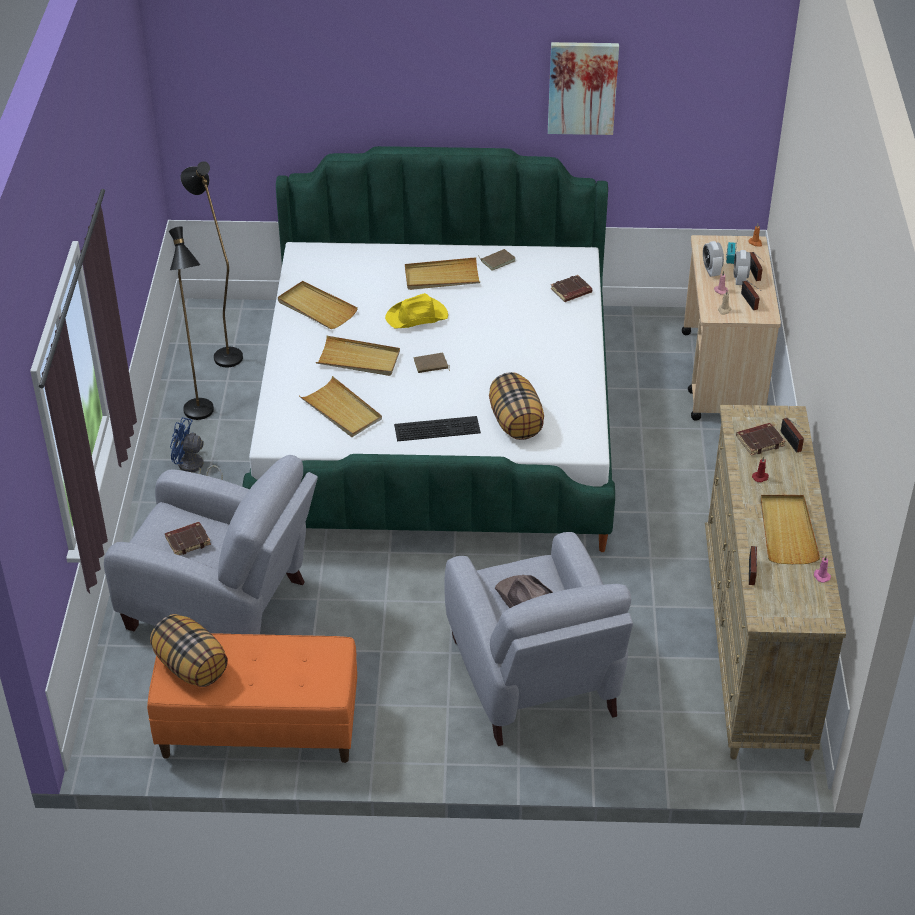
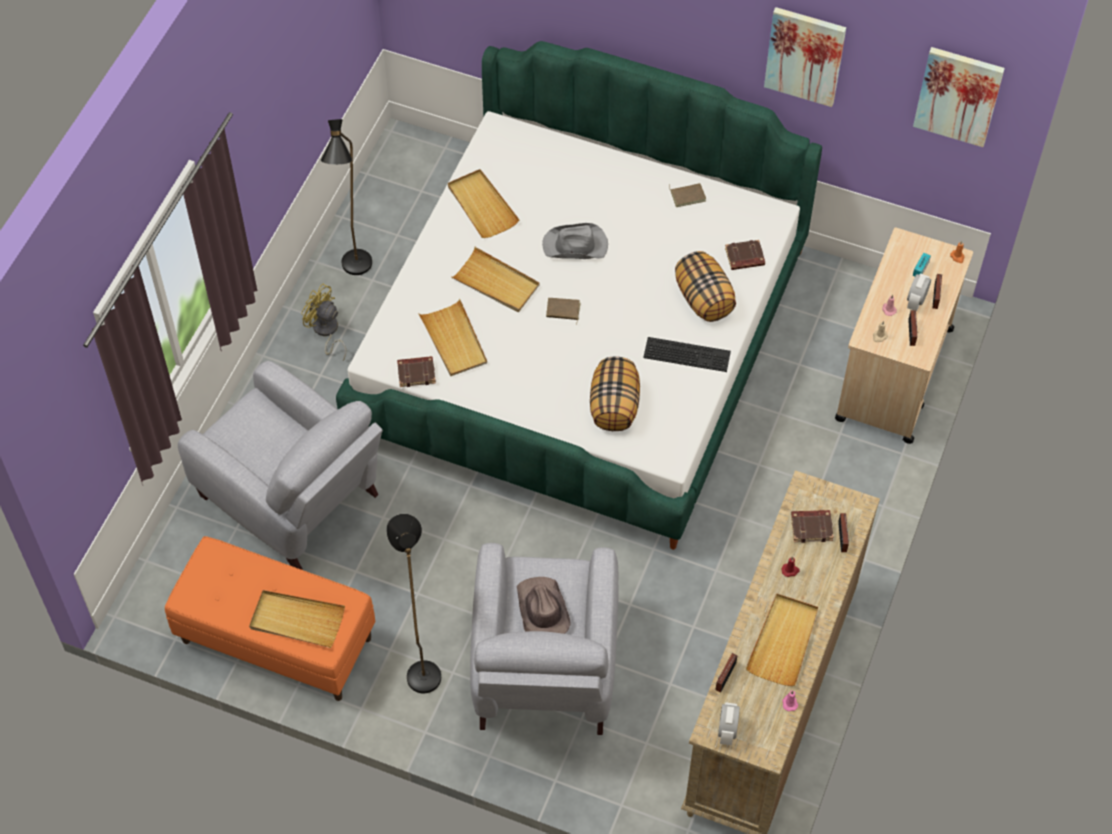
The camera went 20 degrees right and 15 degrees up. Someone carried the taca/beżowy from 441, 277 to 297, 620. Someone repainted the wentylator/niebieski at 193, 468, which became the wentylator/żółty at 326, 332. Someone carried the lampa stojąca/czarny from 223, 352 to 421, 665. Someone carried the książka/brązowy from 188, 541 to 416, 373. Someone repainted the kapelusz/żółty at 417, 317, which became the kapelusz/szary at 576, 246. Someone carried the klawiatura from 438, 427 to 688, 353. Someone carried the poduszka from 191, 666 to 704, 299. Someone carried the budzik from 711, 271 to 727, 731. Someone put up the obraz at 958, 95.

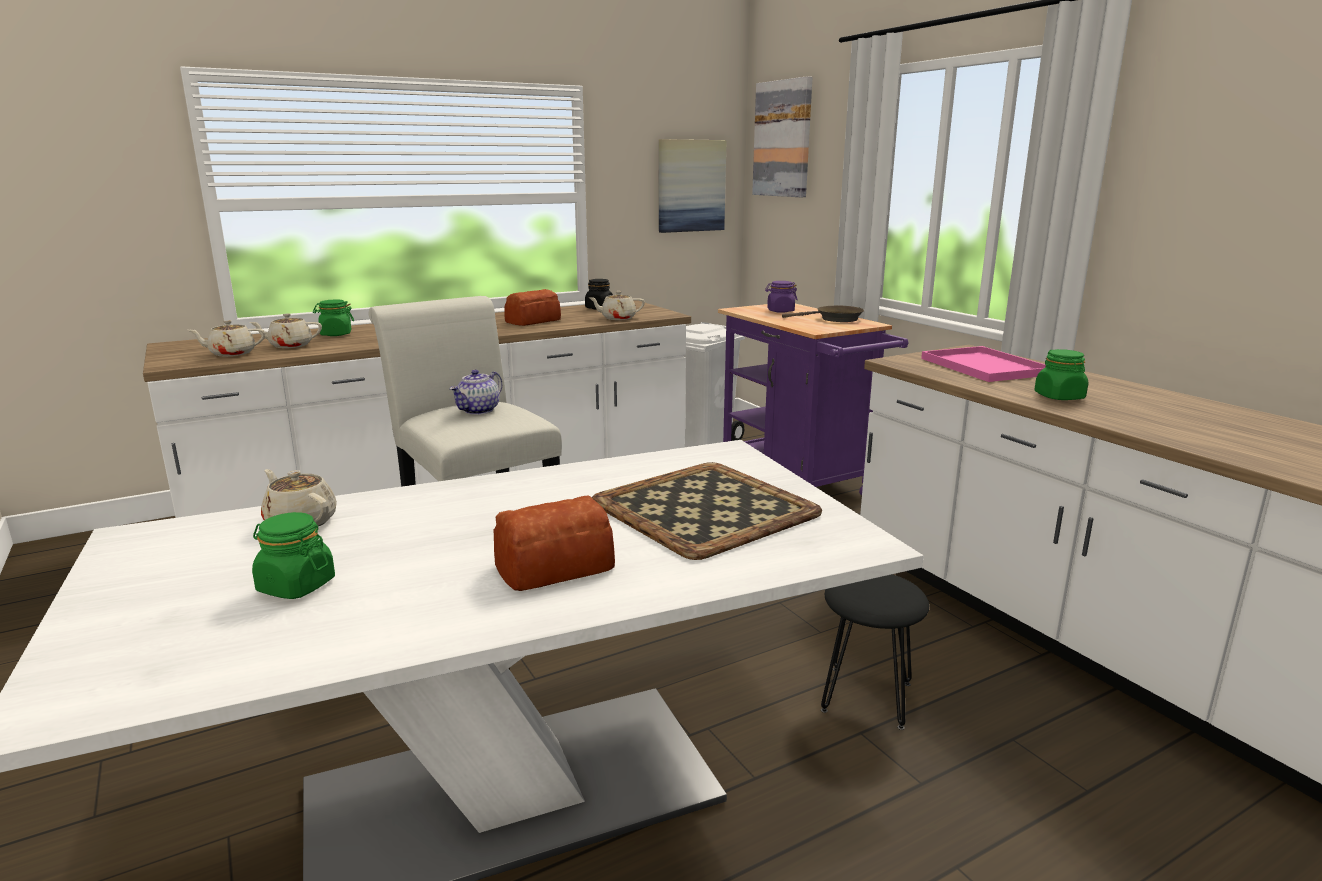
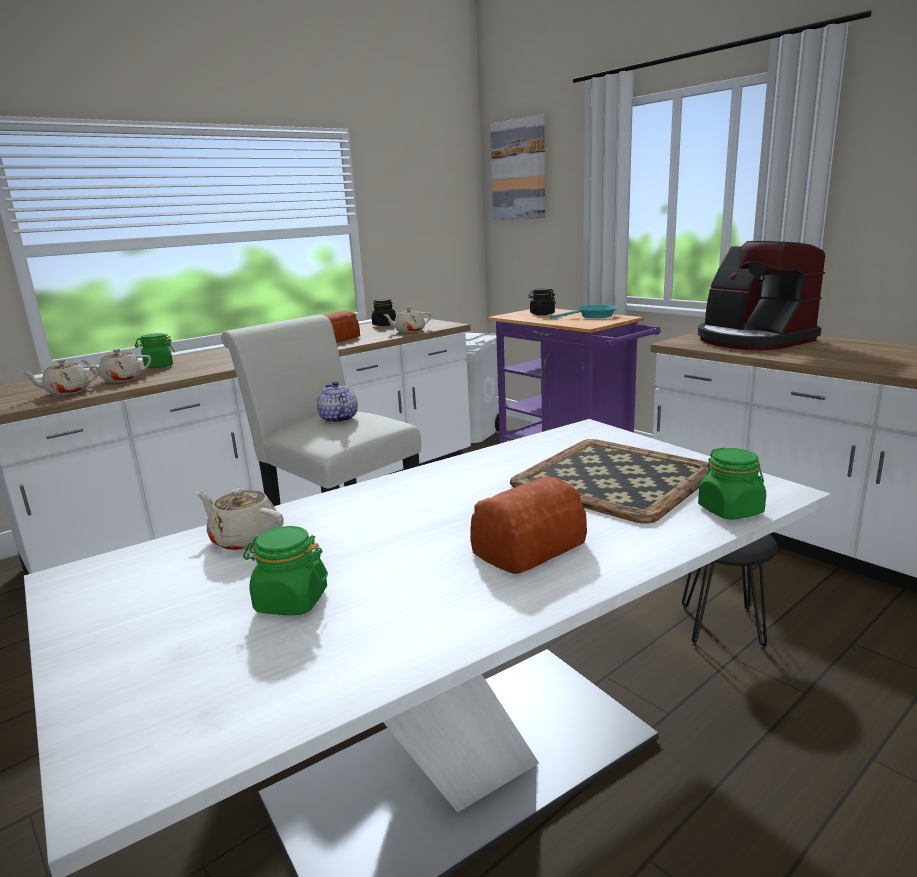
The camera went 10 degrees left and 0 degrees up. Someone rotated the imbryk at 478, 410 by 135 degrees clockwise. Someone repainted the słoik/fioletowy at 780, 311, which became the słoik/czarny at 542, 314. Someone repainted the patelnia/brązowy at 835, 319, which became the patelnia/turkusowy at 593, 316. Someone swapped the taca/różowy at 987, 367 for the ekspres do kawy at 752, 340. Someone carried the słoik/zielony from 1059, 397 to 730, 510. Someone took away the obraz at 691, 186.

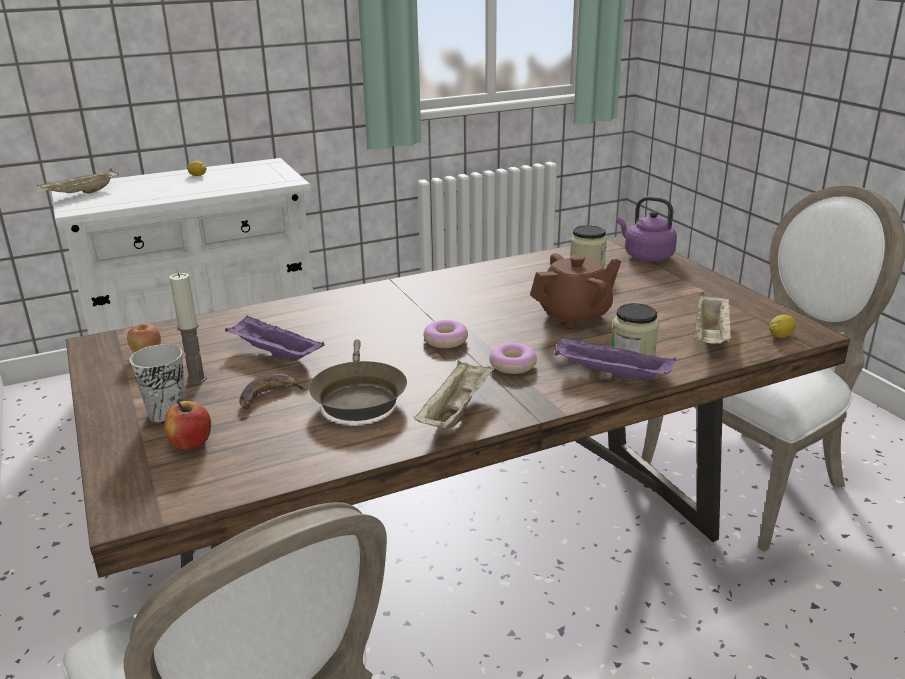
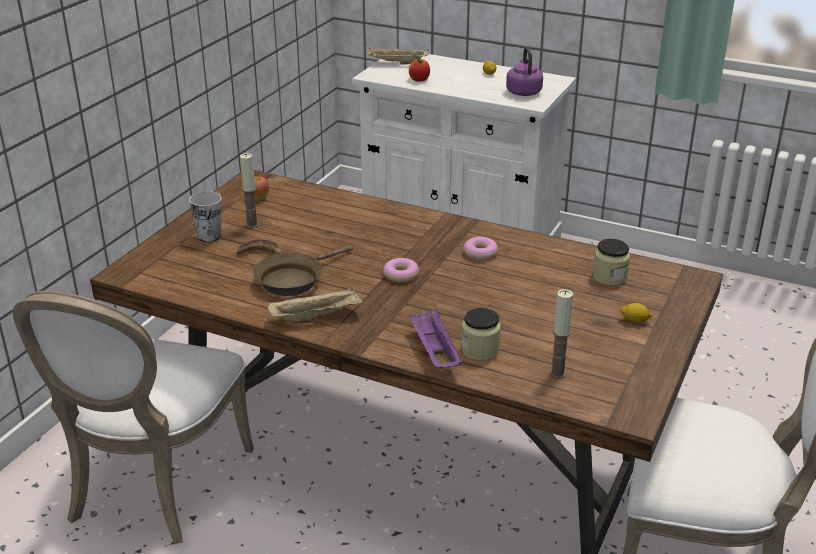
The camera went 50 degrees right and 5 degrees up. Someone carried the jabłko from 191, 443 to 419, 79. Someone carried the donut from 512, 365 to 480, 253. Someone carried the czajnik/fioletowy from 646, 256 to 523, 91. Someone swapped the taca/beżowy at 711, 336 for the świeca at 557, 373. Someone carried the cytryna from 780, 336 to 635, 320. Someone took away the taca/fioletowy at 273, 354. Someone took away the imbryk/brązowy at 575, 315.

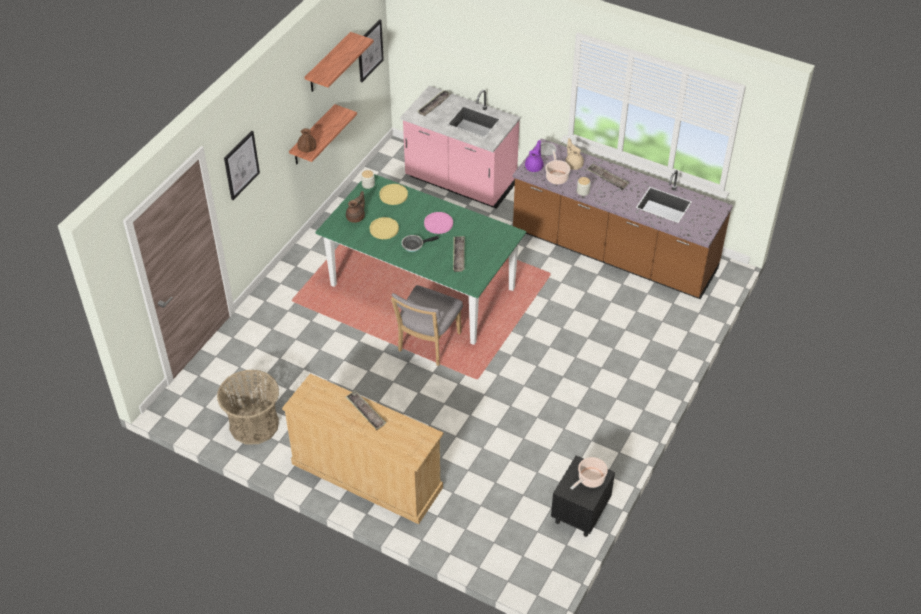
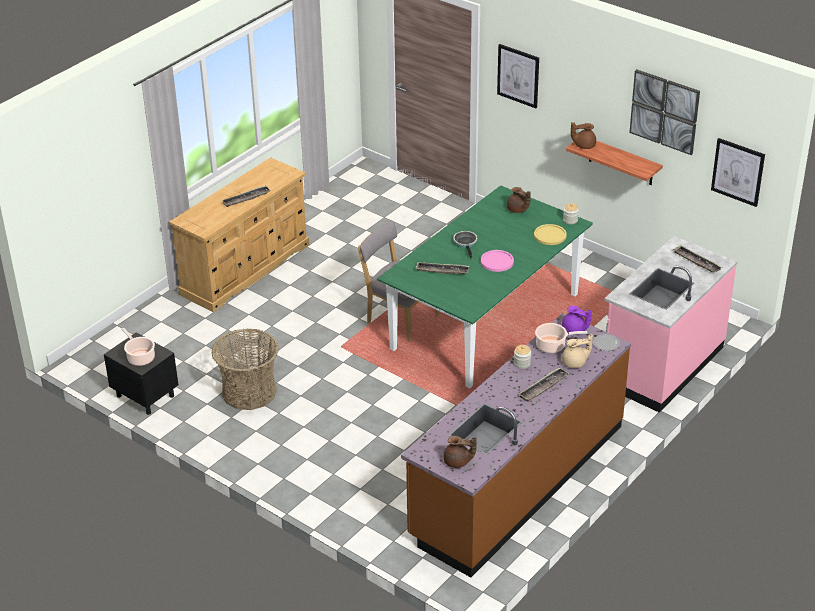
The camera went 100 degrees right and 10 degrees down. Someone carried the koszyk from 254, 424 to 249, 392. Someone put down the imbryk/brązowy at 458, 462. Someone swapped the półka at 328, 63 for the obraz at 664, 111. Someone took away the talerz/żółty at 384, 229.

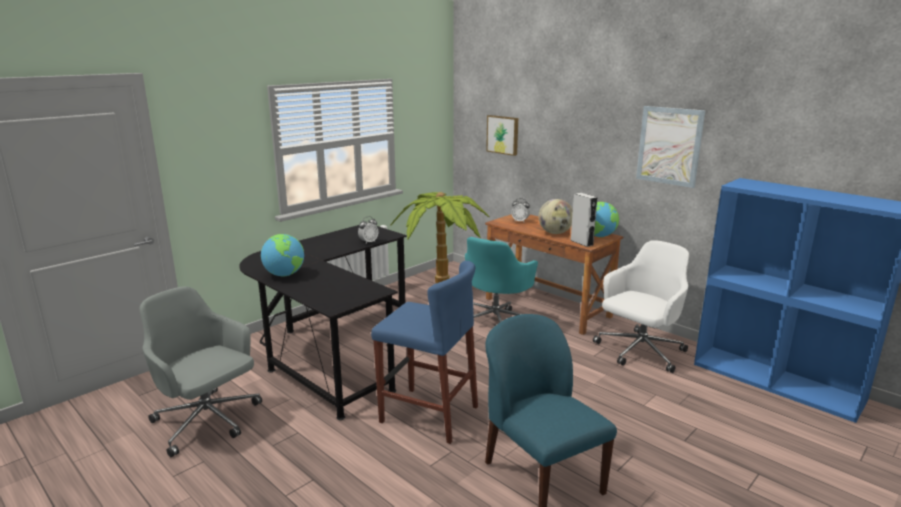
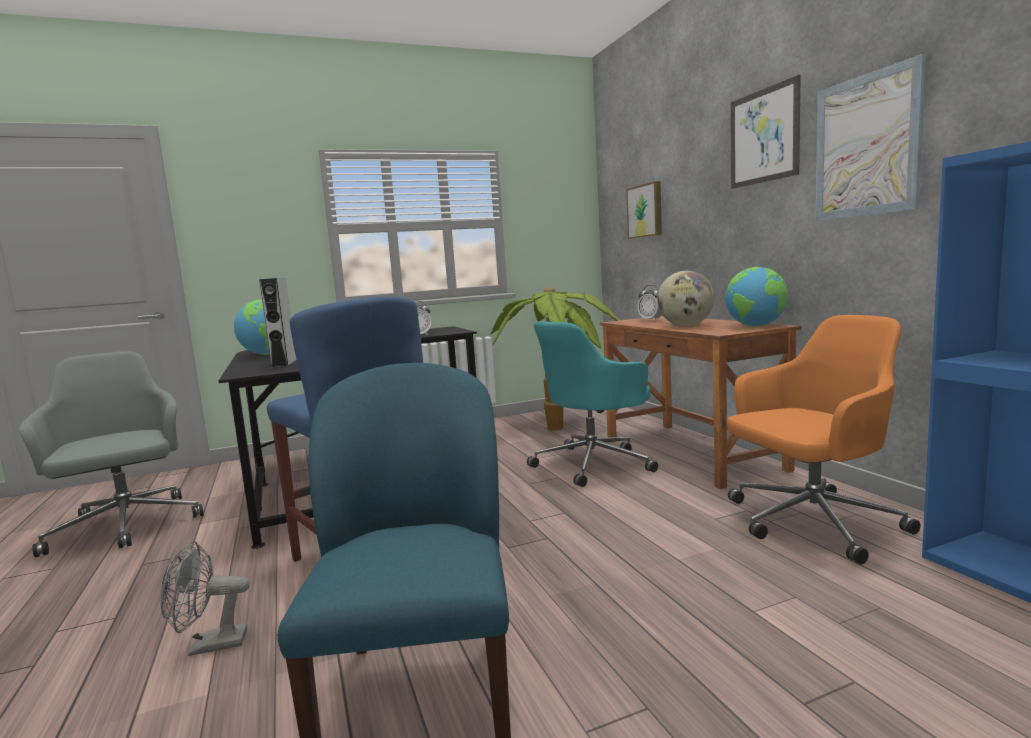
The camera went 25 degrees right and 10 degrees down. Someone put down the wentylator/szary at 209, 646. Someone carried the głośnik/szary from 581, 242 to 284, 363. Someone repainted the krzesło biurowe/biały at 639, 352, which became the krzesło biurowe/pomarańczowy at 810, 523. Someone put up the obraz at 763, 136.

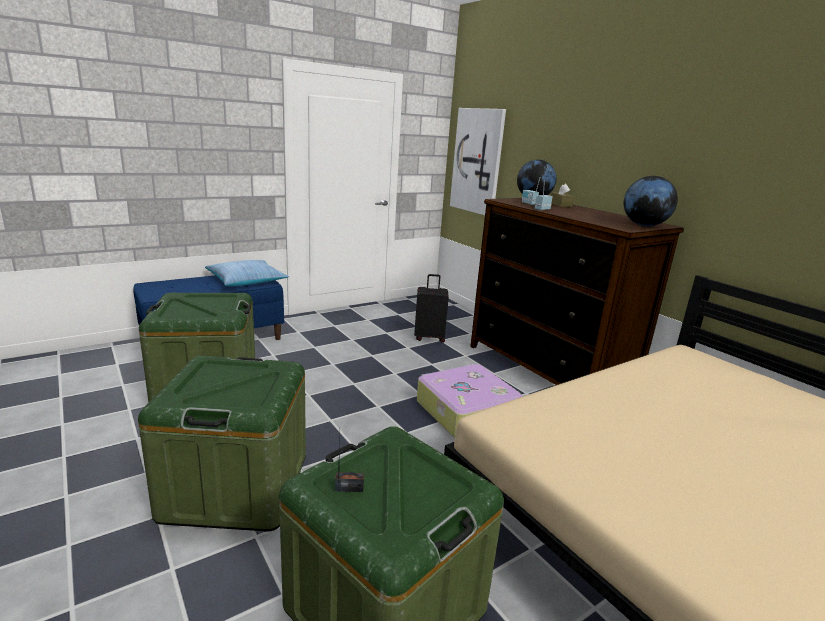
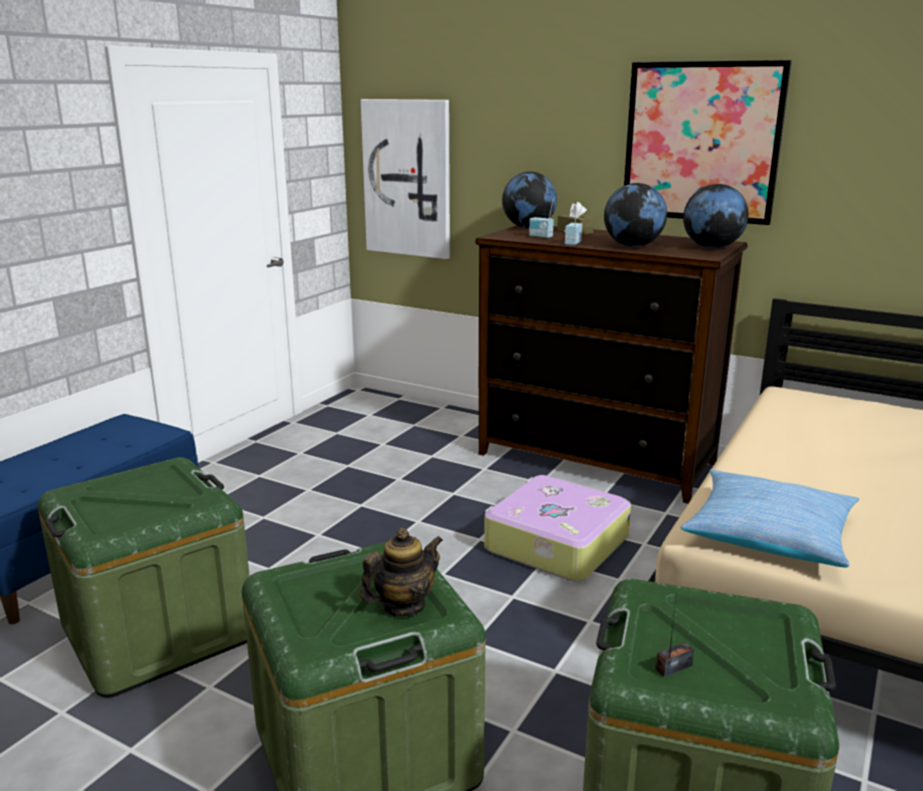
The camera went 25 degrees left and 0 degrees up. Someone put down the imbryk at 403, 605. Someone put down the globus at 633, 246. Someone put up the obraz at 701, 142. Someone carried the poduszka from 247, 281 to 769, 532. Someone took away the walizka/czarny at 429, 337.

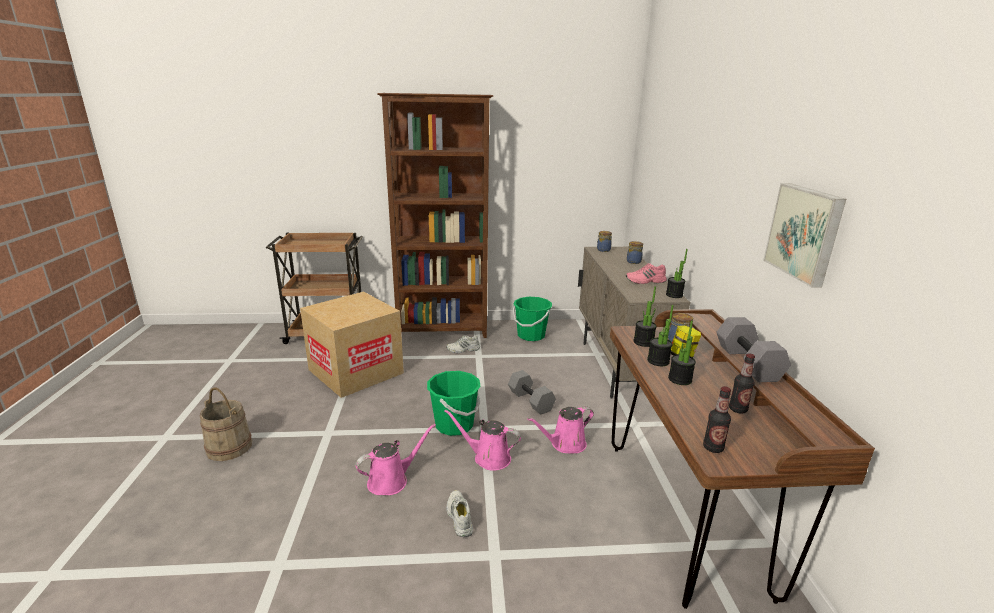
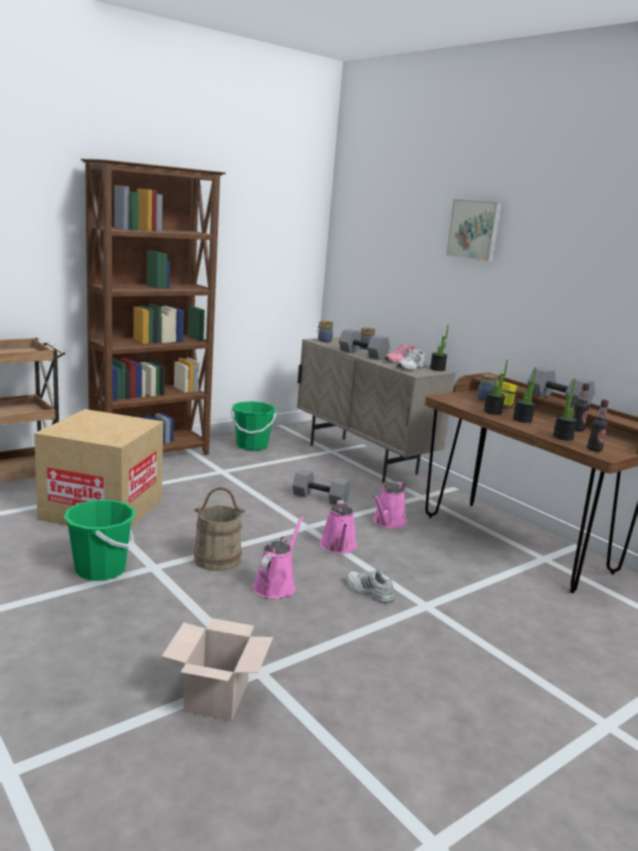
The camera went 35 degrees left and 5 degrees down. Someone carried the wiadro/zielony from 454, 425 to 101, 569. Someone put down the karton at 216, 695. Someone carried the wiadro/beżowy from 229, 447 to 217, 559. Someone rotated the konewka/różowy at 488, 457 by 75 degrees counterclockwise. Someone put down the hantel/szary at 363, 354. Someone carried the but/biały from 463, 350 to 411, 368. Someone carried the obraz from 805, 233 to 475, 230. Someone carried the roślina doniczkowa from 643, 342 to 563, 437.

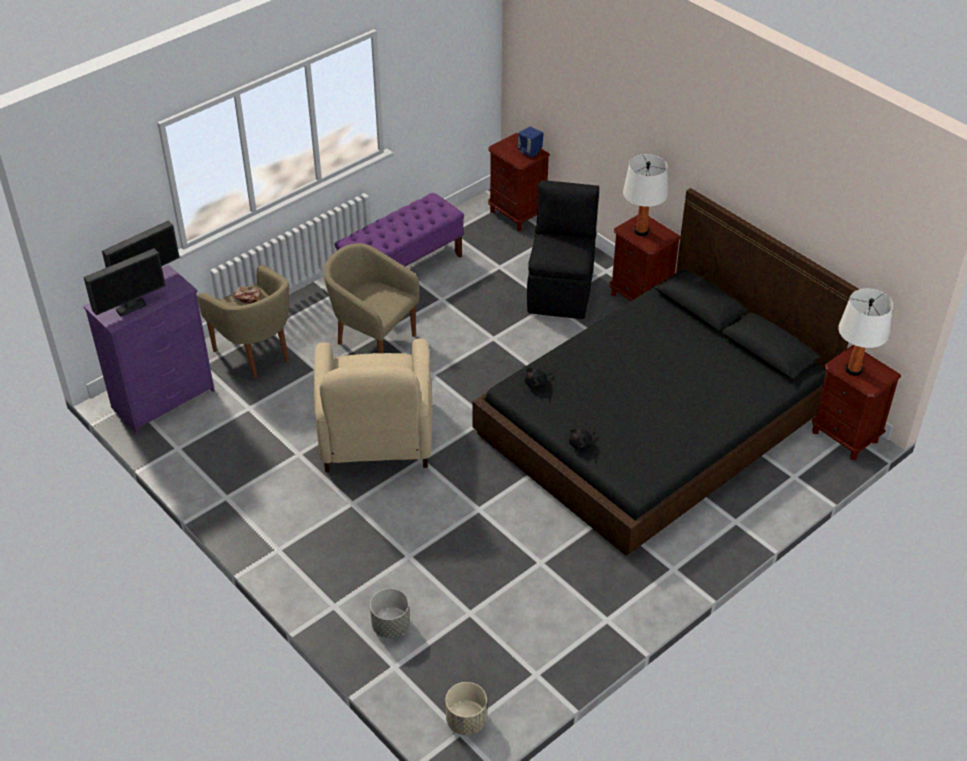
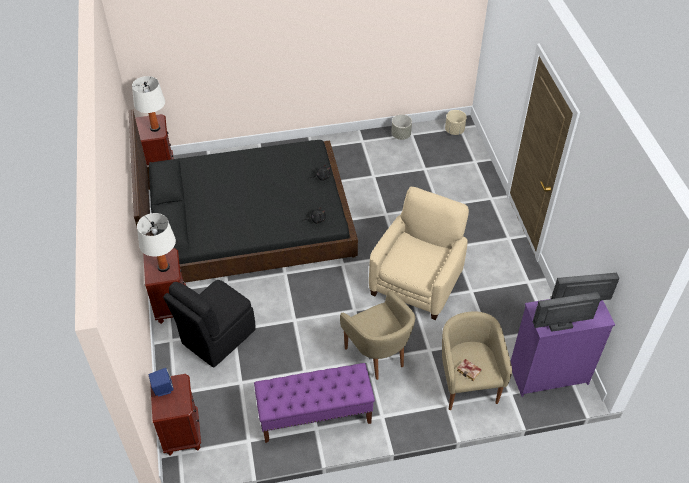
The camera went 150 degrees left and 5 degrees up. Someone carried the donica/szary from 390, 626 to 401, 135.

